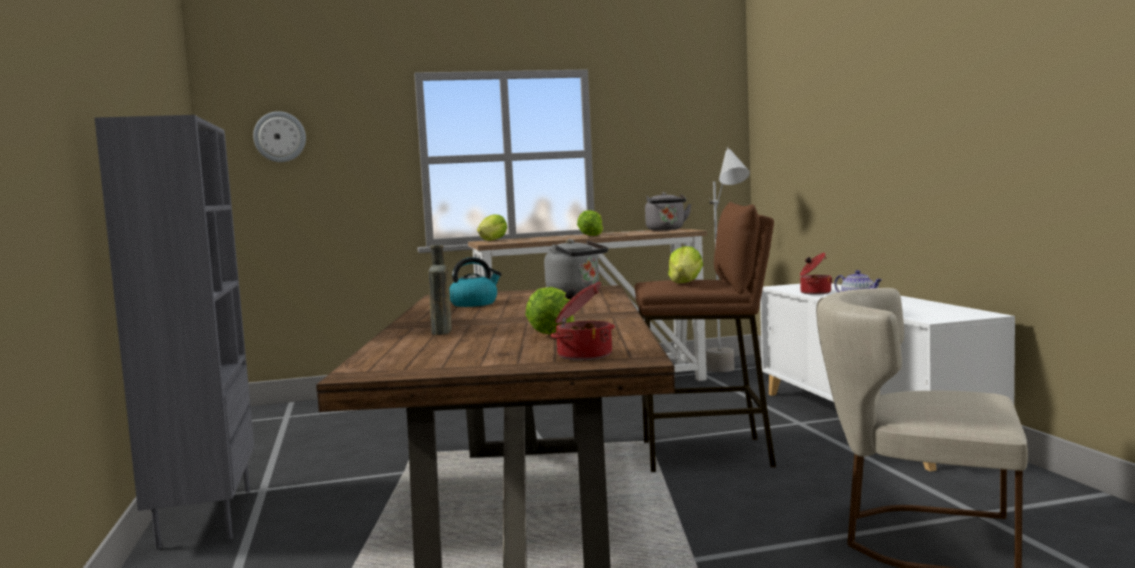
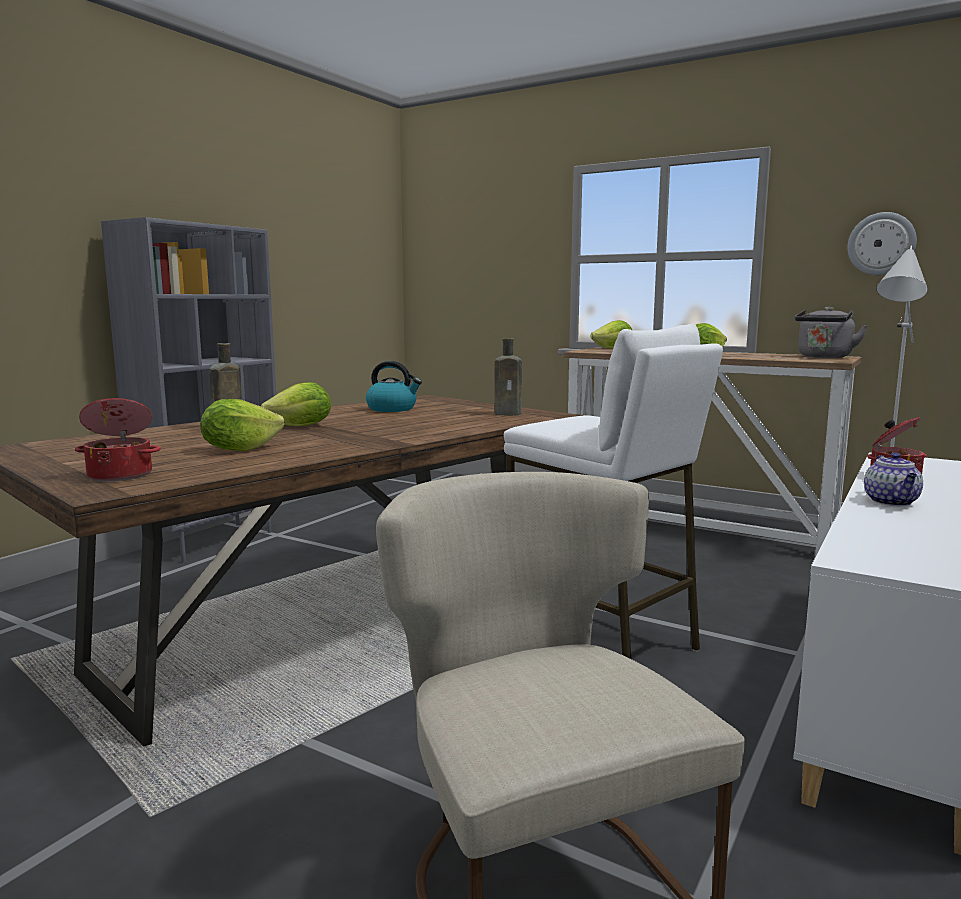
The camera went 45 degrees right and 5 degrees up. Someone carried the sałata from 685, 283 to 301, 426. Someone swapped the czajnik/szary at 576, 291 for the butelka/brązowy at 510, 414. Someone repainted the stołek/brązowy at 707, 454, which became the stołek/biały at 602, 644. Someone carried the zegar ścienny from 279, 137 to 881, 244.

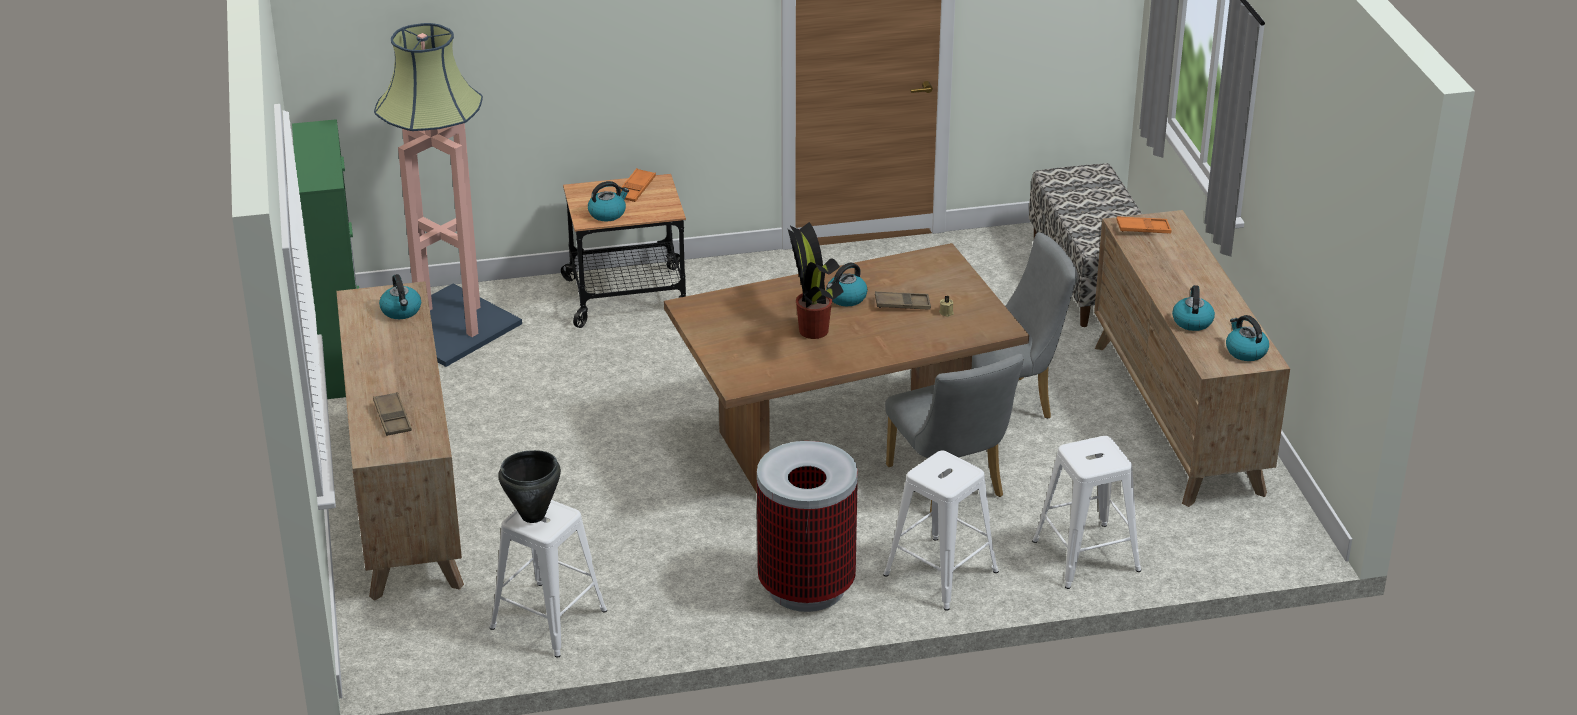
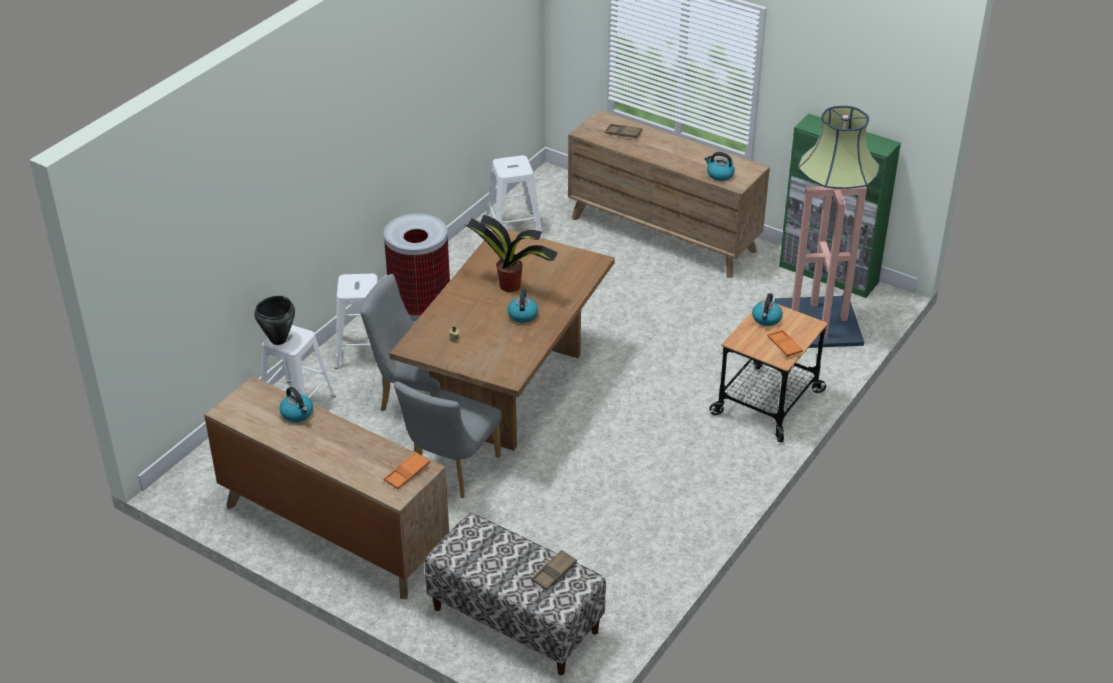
The camera went 135 degrees right and 5 degrees up. Someone carried the garnek/czarny from 533, 516 to 278, 340. Someone carried the taca/brązowy from 902, 304 to 554, 572. Someone took away the czajnik at 1245, 351.

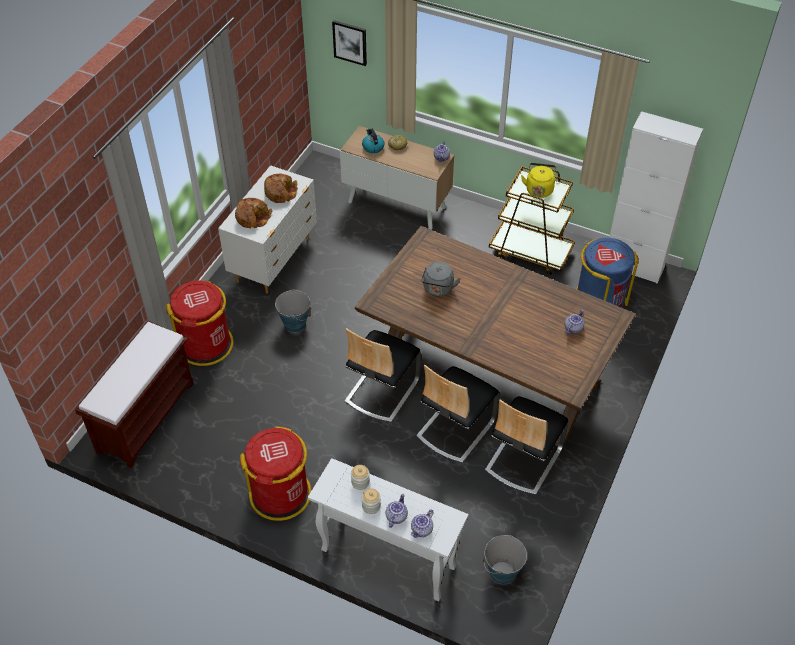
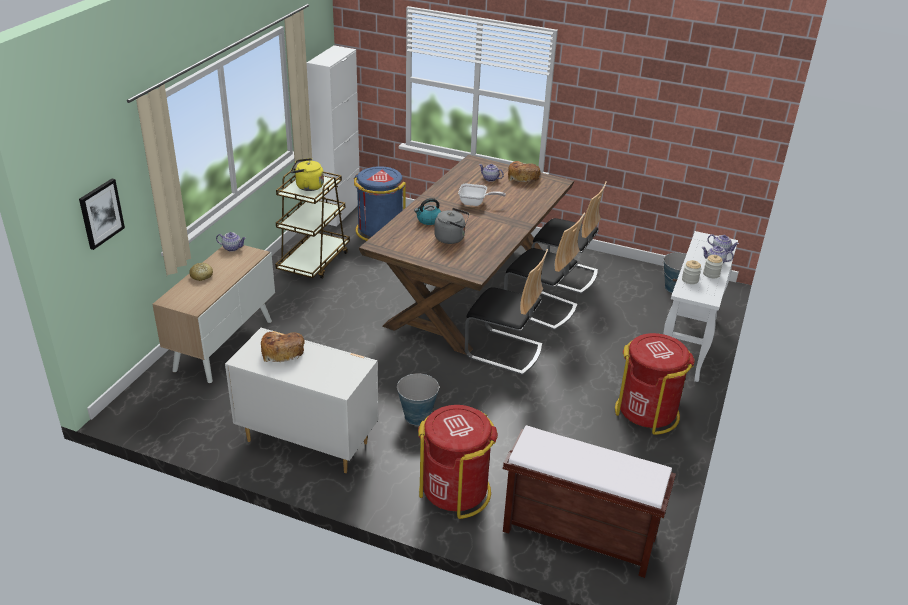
The camera went 95 degrees left and 15 degrees down. Someone carried the czajnik from 373, 147 to 428, 220. Someone put down the patelnia at 475, 203. Someone carried the chleb from 253, 217 to 522, 177.

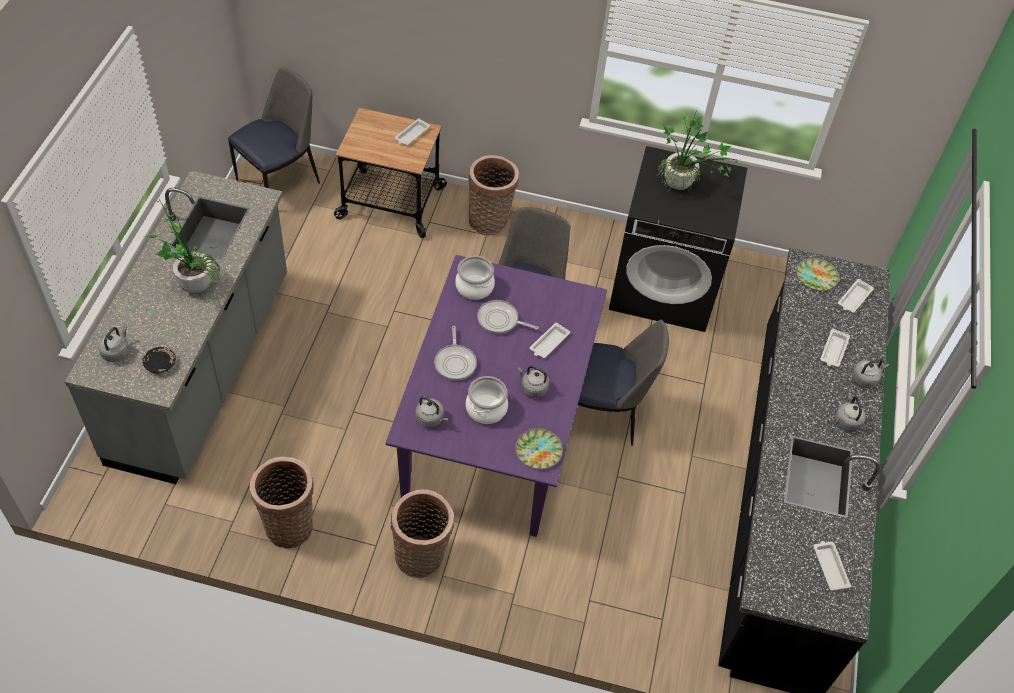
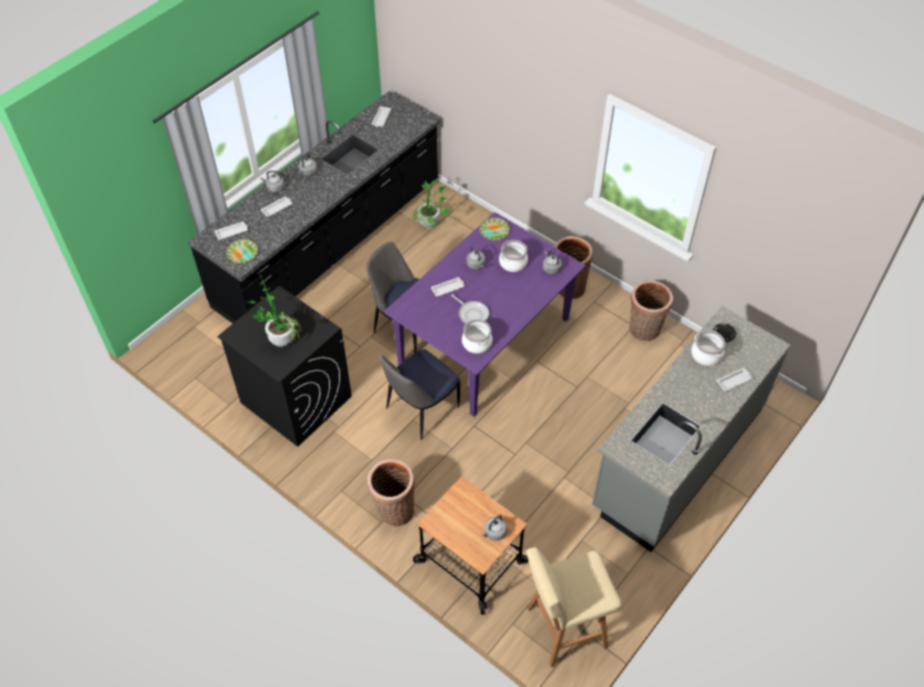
The camera went 150 degrees left and 0 degrees up. Someone carried the roślina doniczkowa from 191, 281 to 430, 226. Someone carried the czajnik/szary from 116, 352 to 494, 533. Someone swapped the krzesło at 280, 180 for the stołek/beżowy at 563, 628. Someone put down the garnek at 706, 355. Someone carried the taca/biały from 412, 135 to 734, 381. Someone took away the patelnia at 455, 362.

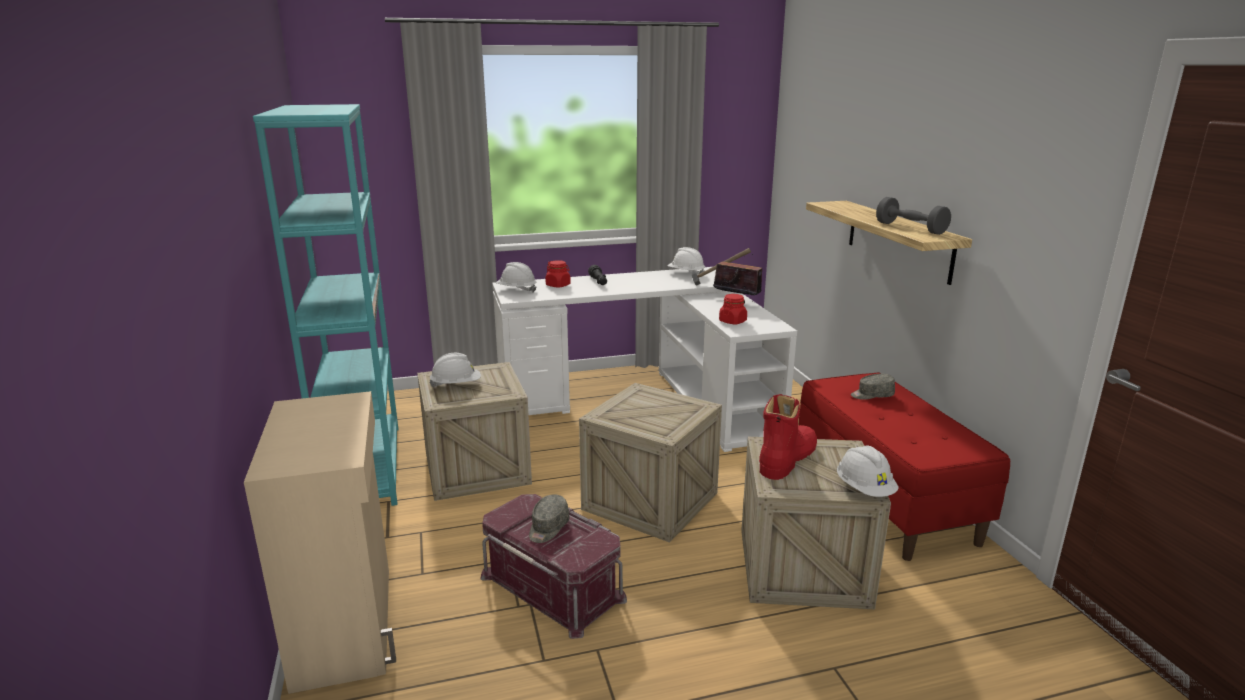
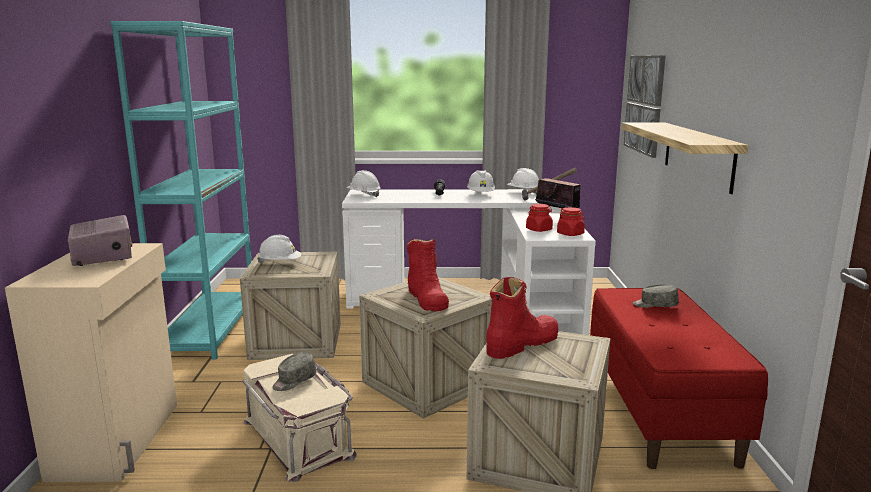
The camera went 15 degrees right and 5 degrees down. Someone put down the radio at 103, 256. Someone repainted the pojemnik do przechowywania/czerwony at 553, 586, which became the pojemnik do przechowywania/beżowy at 299, 437. Someone put down the but z cholewką/czerwony at 427, 299. Someone carried the kask/biały from 864, 489 to 481, 194. Someone carried the słoik/czerwony from 558, 285 to 570, 234. Someone put up the obraz at 644, 104. Someone took away the hantel/szary at 910, 228.

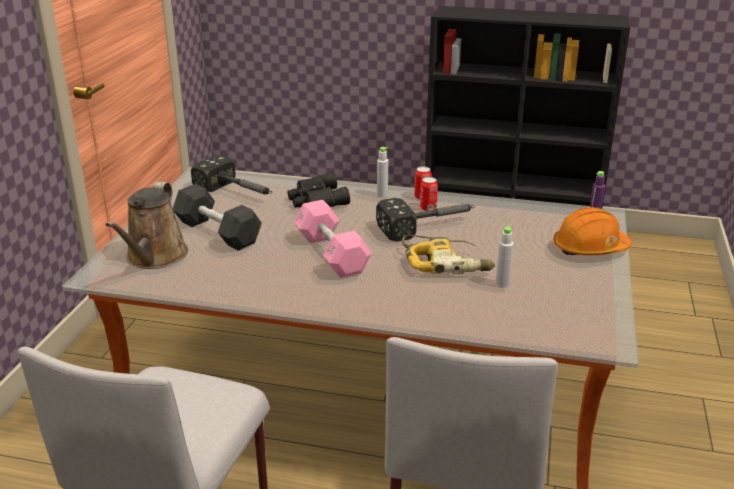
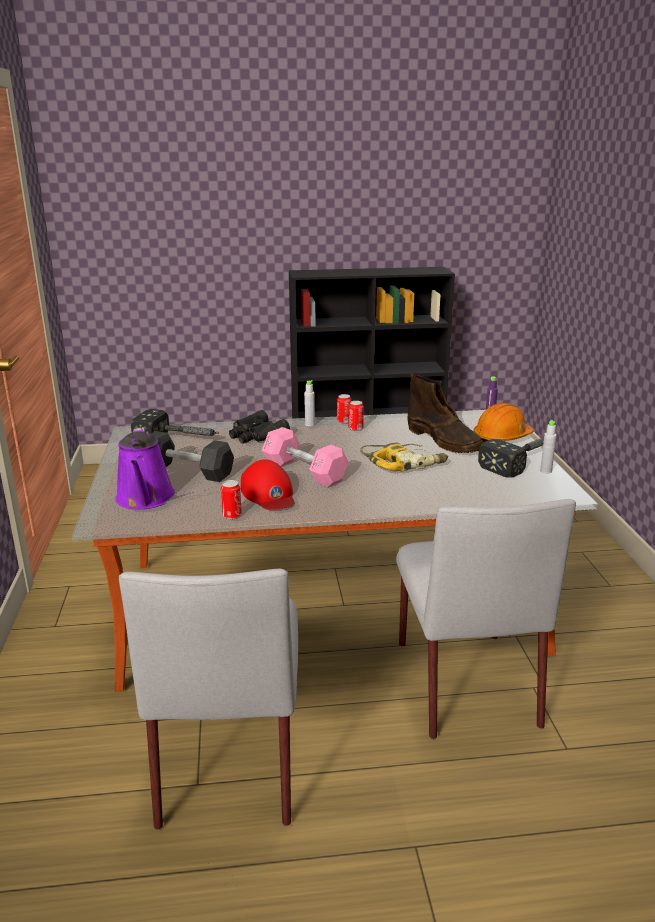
The camera went 20 degrees left and 5 degrees down. Someone repainted the konewka/brązowy at 154, 257, which became the konewka/fioletowy at 145, 499. Someone put down the puszka at 232, 515. Someone put down the czapka z daszkiem/czerwony at 268, 493. Someone put down the but z cholewką/brązowy at 444, 440. Someone carried the młotek from 429, 225 to 522, 460. Someone carried the butelka/szary from 502, 283 to 546, 471.

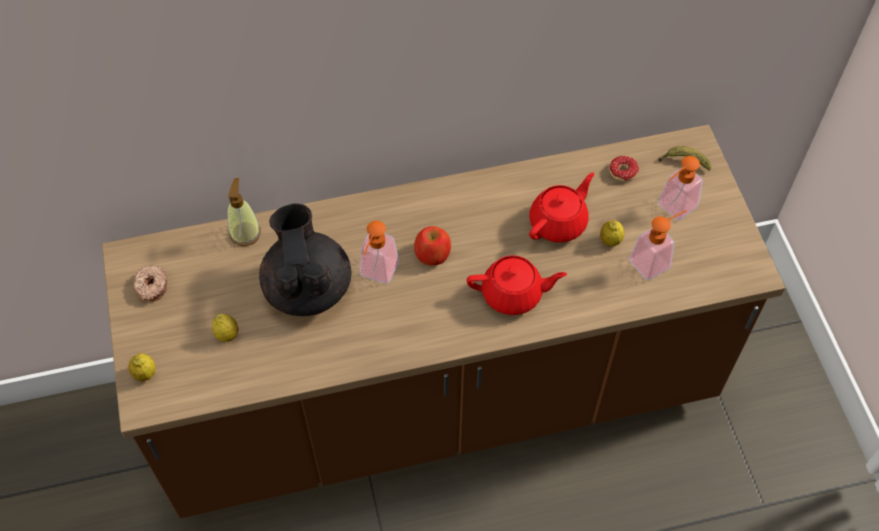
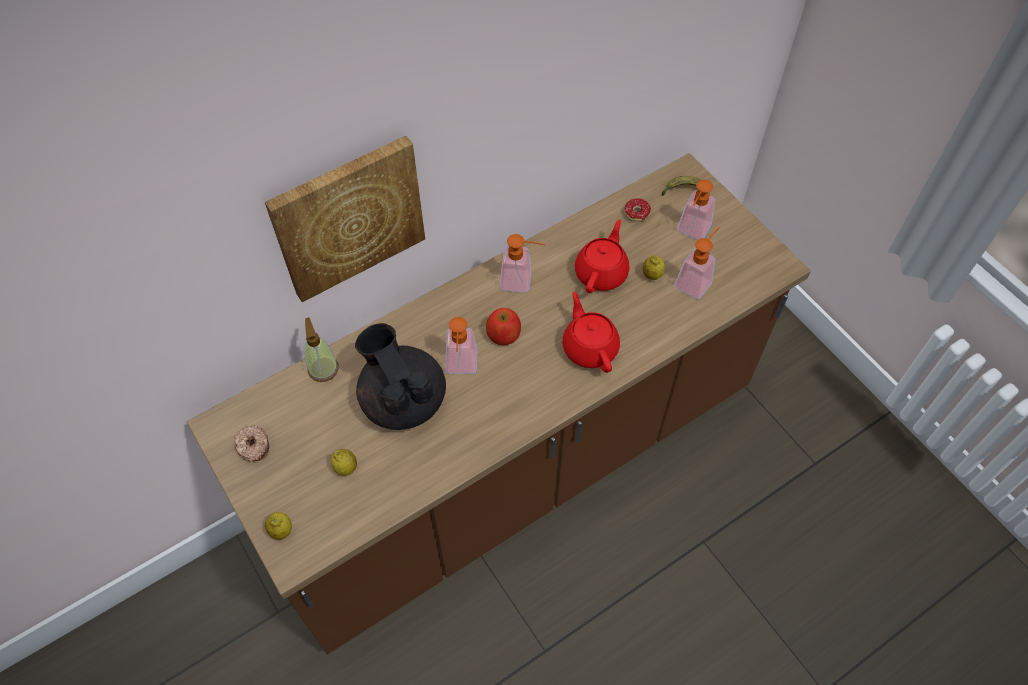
The camera went 20 degrees left and 0 degrees up. Someone put up the obraz at 348, 217. Someone put down the dozownik mydła at 522, 281. Someone rotated the imbryk/czerwony at 513, 294 by 90 degrees counterclockwise.

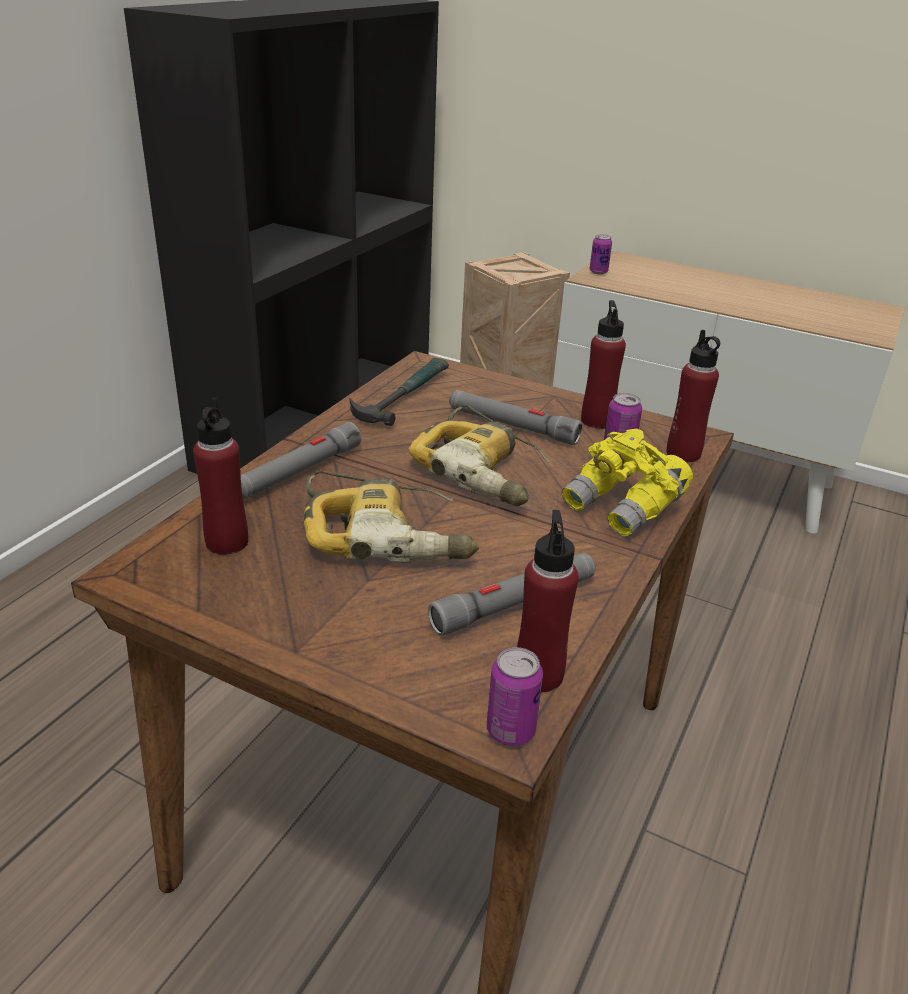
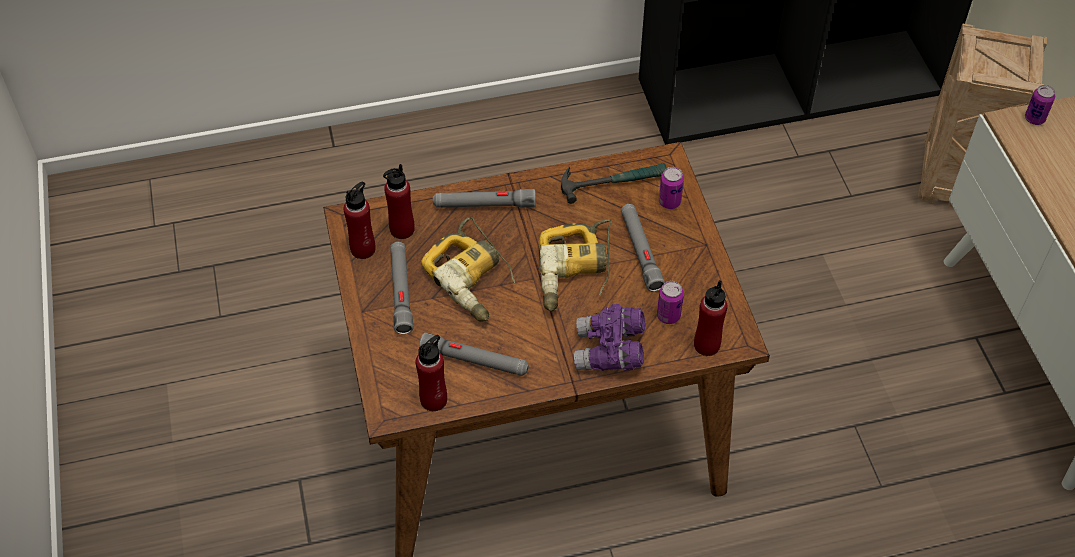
The camera went 50 degrees right and 20 degrees up. Someone carried the butelka/czerwony from 597, 421 to 363, 249. Someone put down the latarka/szary at 401, 291. Someone repainted the lornetka/żółty at 623, 507, which became the lornetka/fioletowy at 609, 351. Someone carried the puszka from 510, 730 to 669, 202.

